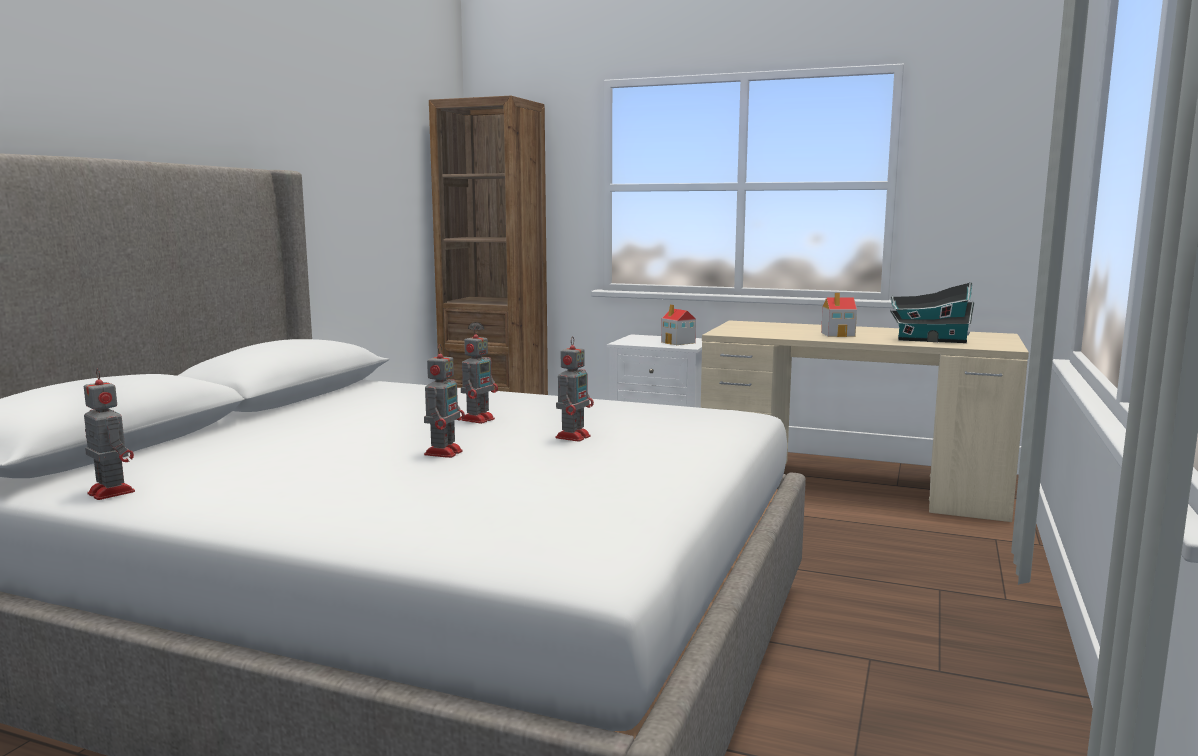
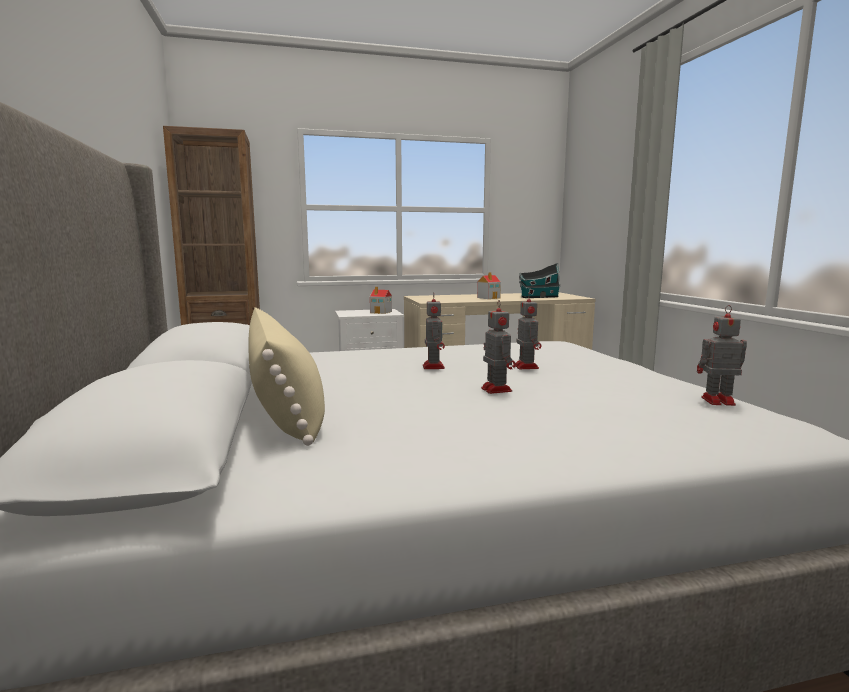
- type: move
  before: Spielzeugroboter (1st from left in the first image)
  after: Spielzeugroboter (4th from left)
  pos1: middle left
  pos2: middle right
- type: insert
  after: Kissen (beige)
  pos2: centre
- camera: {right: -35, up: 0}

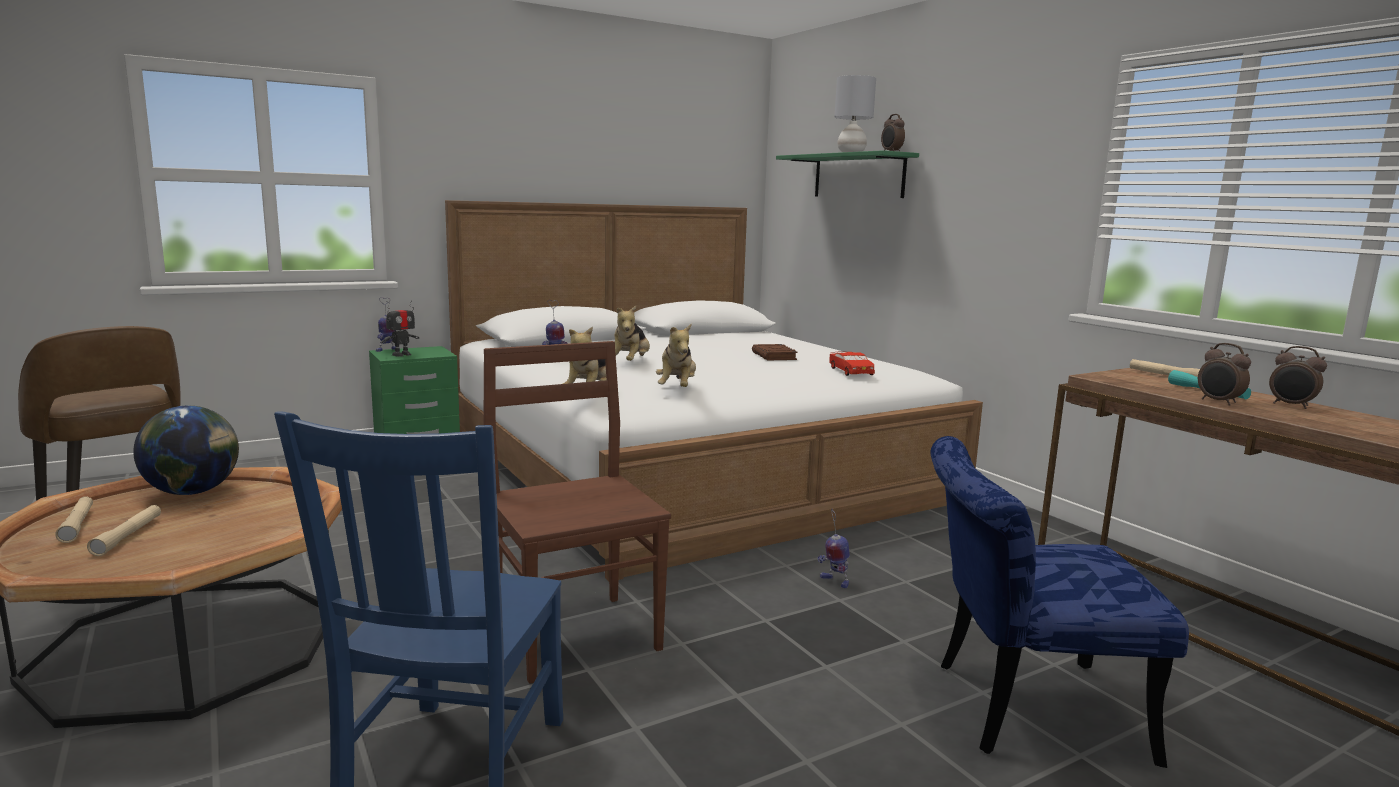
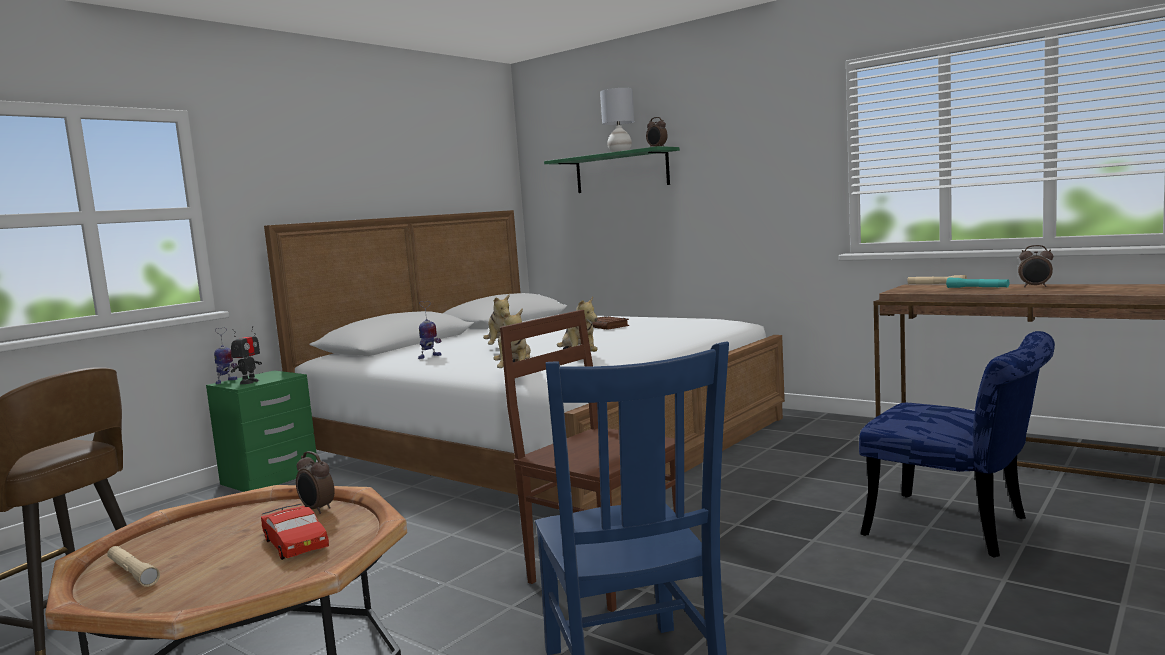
- type: delete
  before: Taschenlampe (beige) (2nd from left)
  pos1: bottom left
- type: delete
  before: Globus
  pos1: middle left
- type: delete
  before: Spielzeugroboter (4th from left)
  pos1: bottom centre
- type: move
  before: Spielzeugauto (rot)
  pos1: centre
  pos2: bottom left
- type: rotate
  before: Stuhl (blau) (2nd from left)
  pos1: bottom right
  pos2: bottom right
  turn: -120
- type: move
  before: Wecker (2nd from left in the first image)
  after: Wecker (1st from left)
  pos1: middle right
  pos2: bottom left
- camera: {right: -20, up: -5}

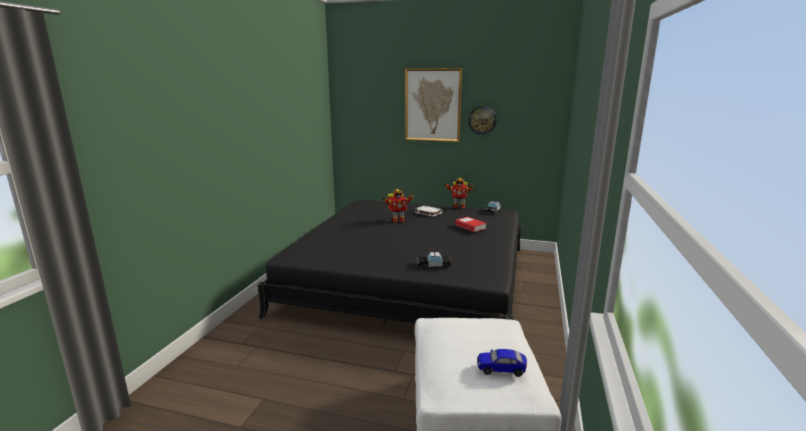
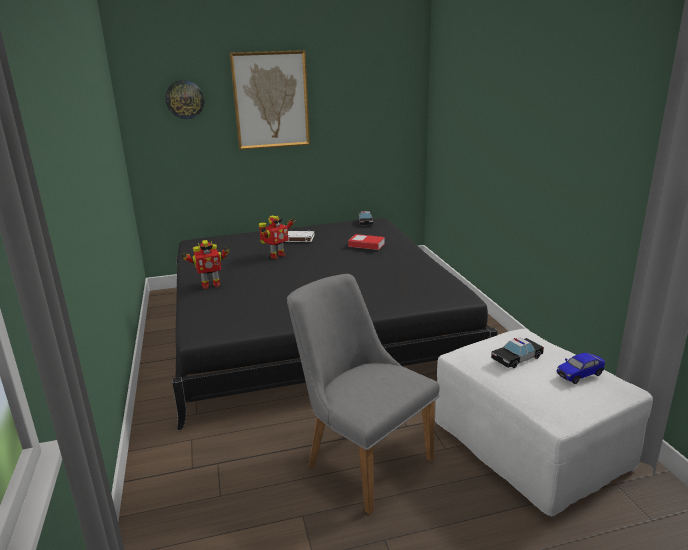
- type: move
  before: Spielzeugauto (1st from left in the first image)
  after: Spielzeugauto (2nd from left)
  pos1: centre
  pos2: middle right
- type: move
  before: Spielzeugroboter (2nd from left in the first image)
  after: Spielzeugroboter (1st from left)
  pos1: centre
  pos2: middle left
- type: move
  before: Wanduhr
  pos1: top centre
  pos2: top left
- type: insert
  after: Stuhl (grau)
  pos2: bottom centre
- camera: {right: -30, up: 5}

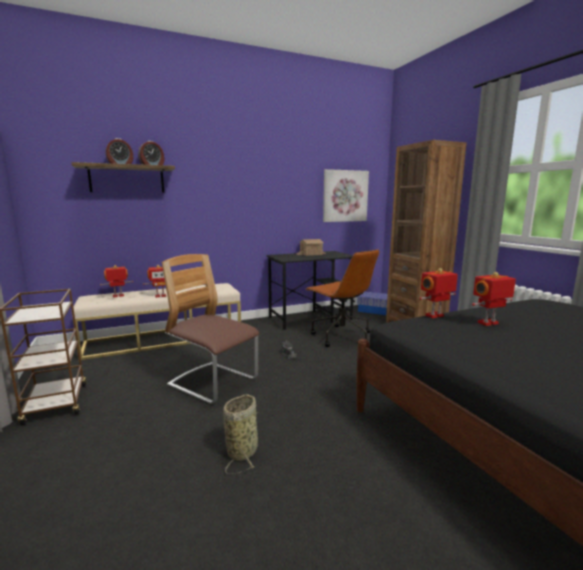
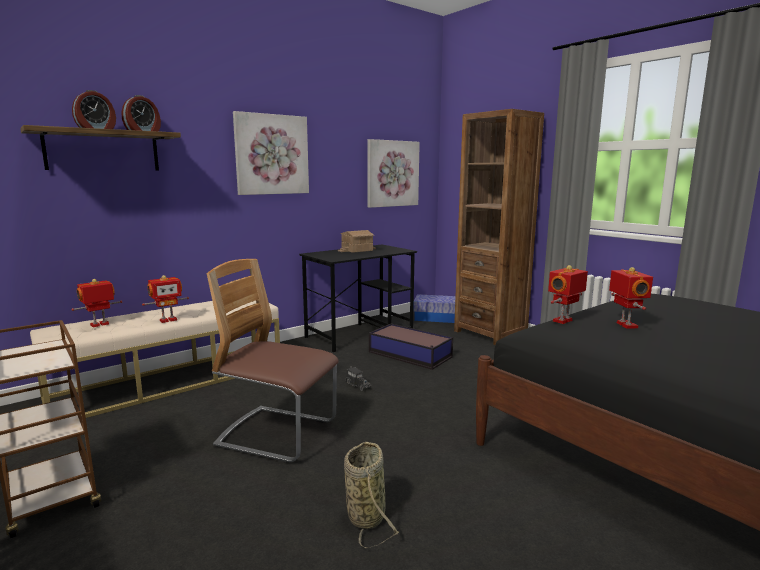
- type: replace
  before: Bürostuhl (braun)
  after: Aufbewahrungsbox (1st from left)
  pos1: centre
  pos2: centre
- type: rotate
  before: Spielzeugroboter (4th from left)
  pos1: middle right
  pos2: middle right
  turn: 120
- type: insert
  after: Bild (1st from left)
  pos2: top centre
- camera: {right: -15, up: 0}

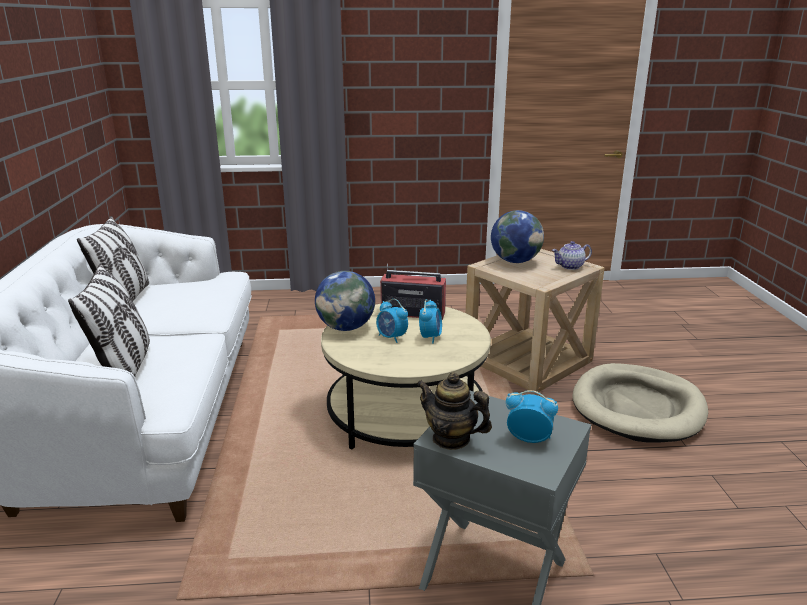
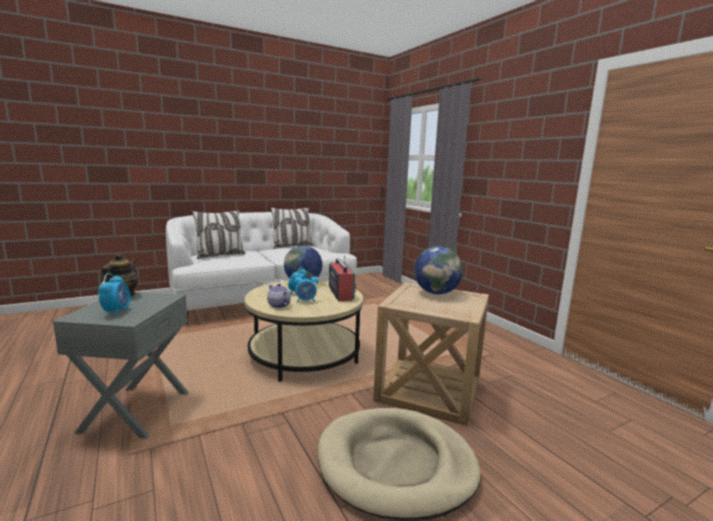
- type: move
  before: Teekanne (2nd from left)
  pos1: middle right
  pos2: centre
- camera: {right: 65, up: -10}

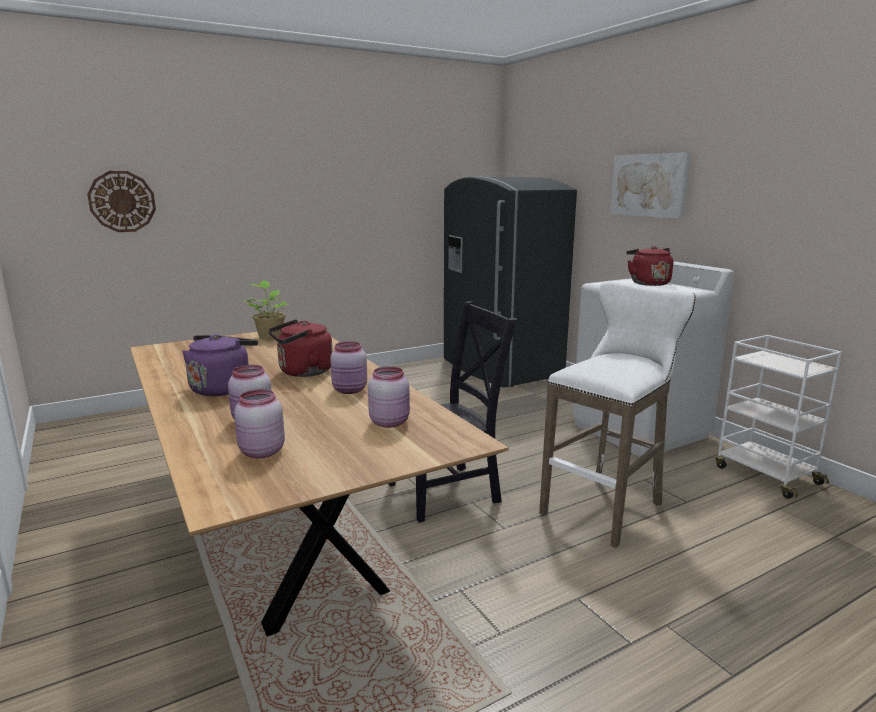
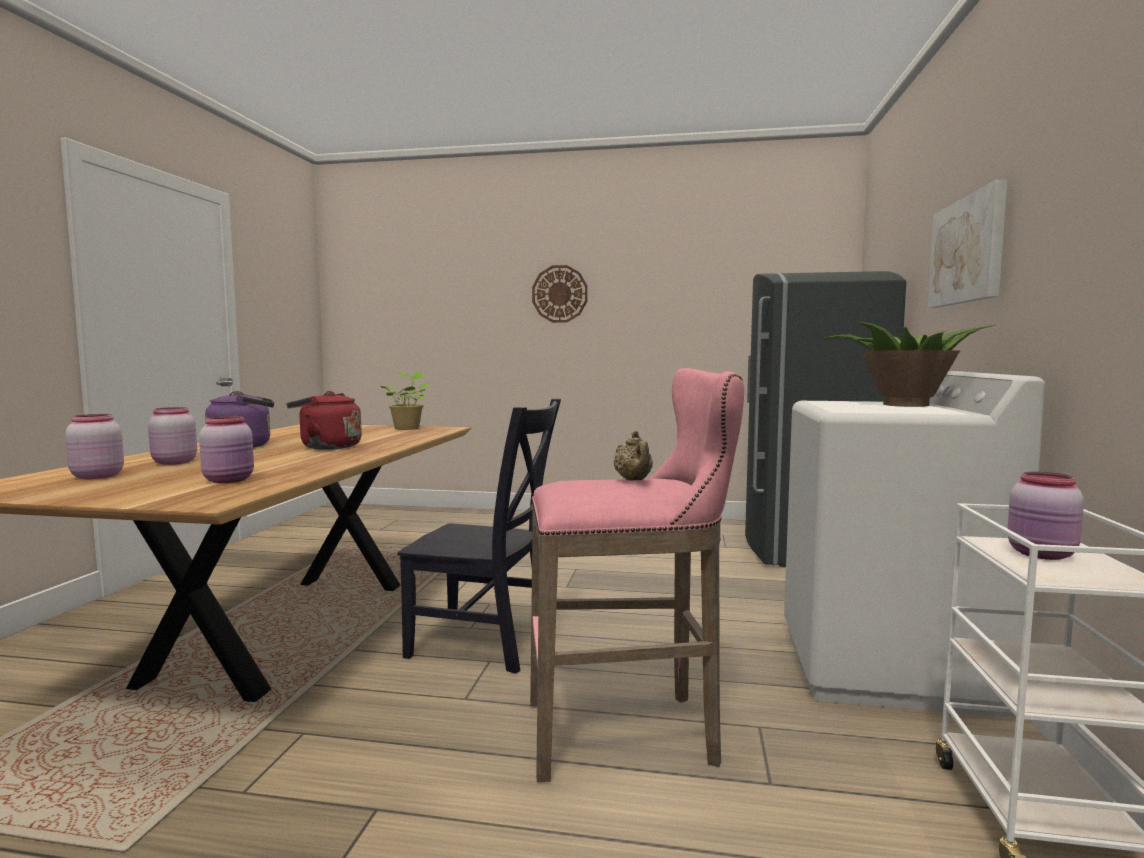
- type: move
  before: Wanduhr
  pos1: top left
  pos2: centre
- type: move
  before: Vorratsglas (rosa) (3rd from left in the first image)
  after: Vorratsglas (rosa) (4th from left)
  pos1: centre
  pos2: middle right
- type: recolor
  before: Hocker (weiß)
  after: Hocker (rosa)
  pos1: middle right
  pos2: bottom centre
- type: replace
  before: Wasserkessel (rot) (2nd from left)
  after: Topfpflanze (2nd from left)
  pos1: middle right
  pos2: middle right
- type: insert
  after: Teekanne (beige)
  pos2: centre
- camera: {right: 40, up: -10}

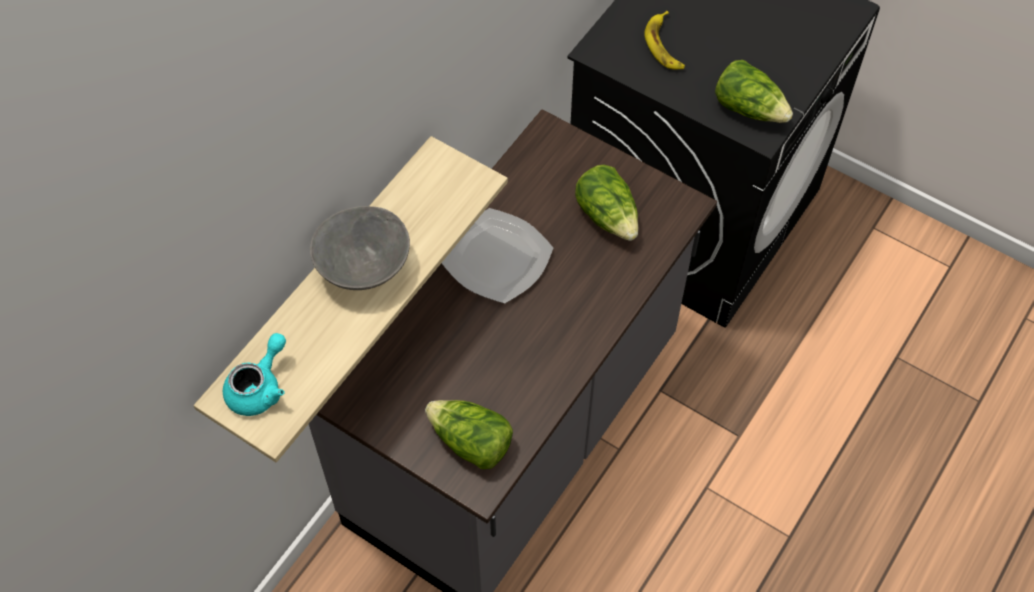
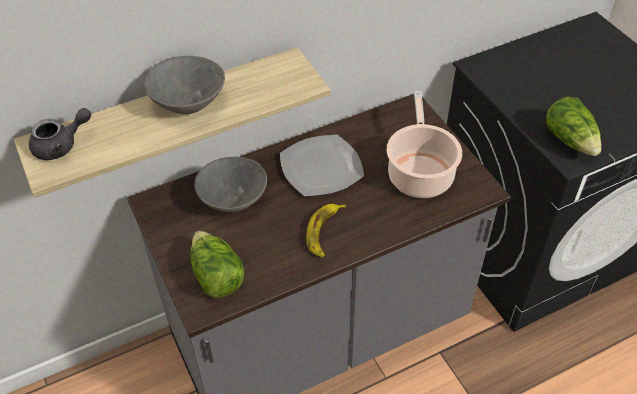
- type: recolor
  before: Teekanne (türkis)
  after: Teekanne (grau)
  pos1: middle left
  pos2: middle left
- type: replace
  before: Salatkopf (2nd from left)
  after: Kochtopf
  pos1: centre
  pos2: centre
- type: move
  before: Banane
  pos1: top centre
  pos2: centre
- type: insert
  after: Schüssel (grau) (2nd from left)
  pos2: centre
- camera: {right: 30, up: -10}

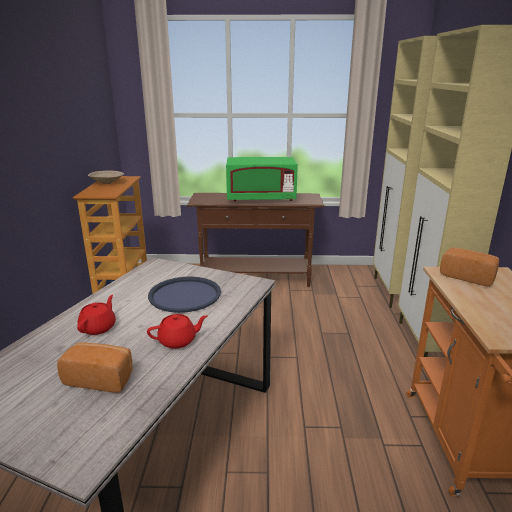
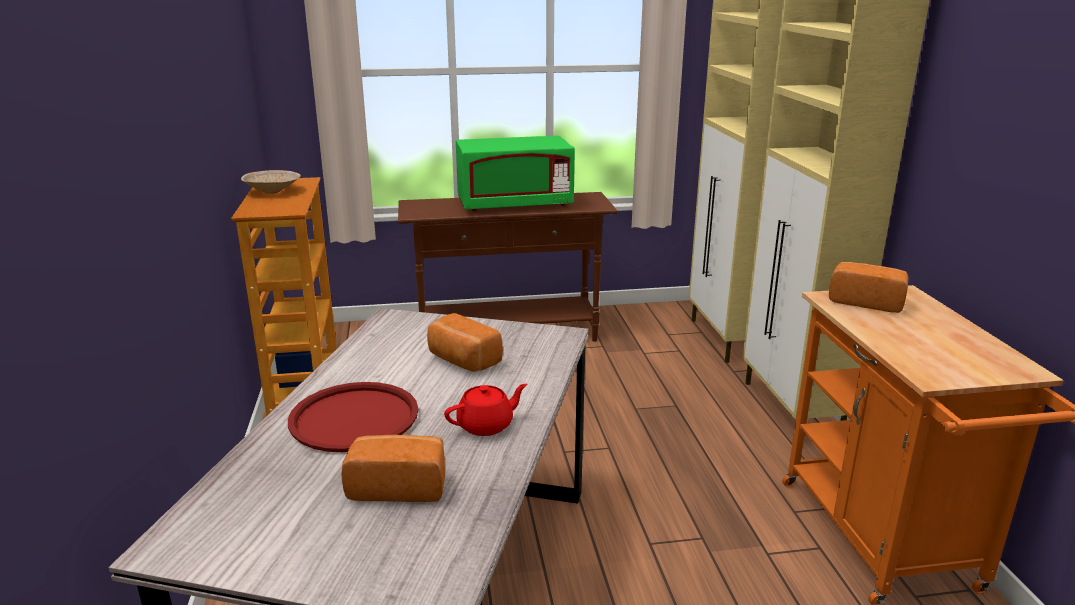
- type: replace
  before: Teekanne (rot) (1st from left)
  after: Tablett (rot)
  pos1: middle left
  pos2: bottom left
- type: replace
  before: Tablett (blau)
  after: Brot (2nd from left)
  pos1: centre
  pos2: centre
- camera: {right: -10, up: 0}

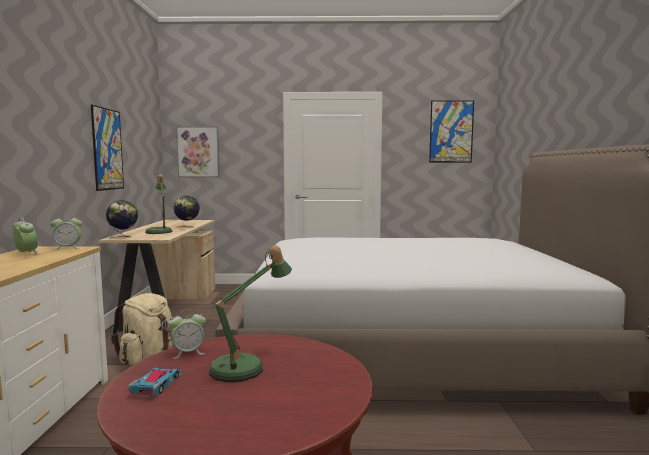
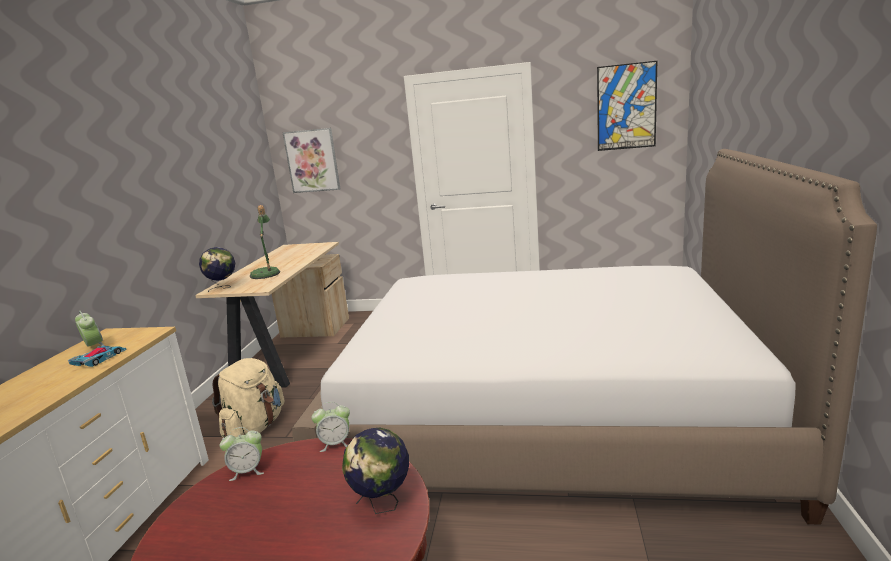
- type: move
  before: Wecker (2nd from left in the first image)
  after: Wecker (3rd from left)
  pos1: middle left
  pos2: bottom centre
- type: delete
  before: Bild (1st from left)
  pos1: top left
- type: move
  before: Spielzeugauto
  pos1: bottom left
  pos2: middle left
- type: move
  before: Globus (2nd from left)
  pos1: middle left
  pos2: bottom centre
- type: delete
  before: Tischlampe (2nd from left)
  pos1: bottom centre
- camera: {right: 10, up: 10}

